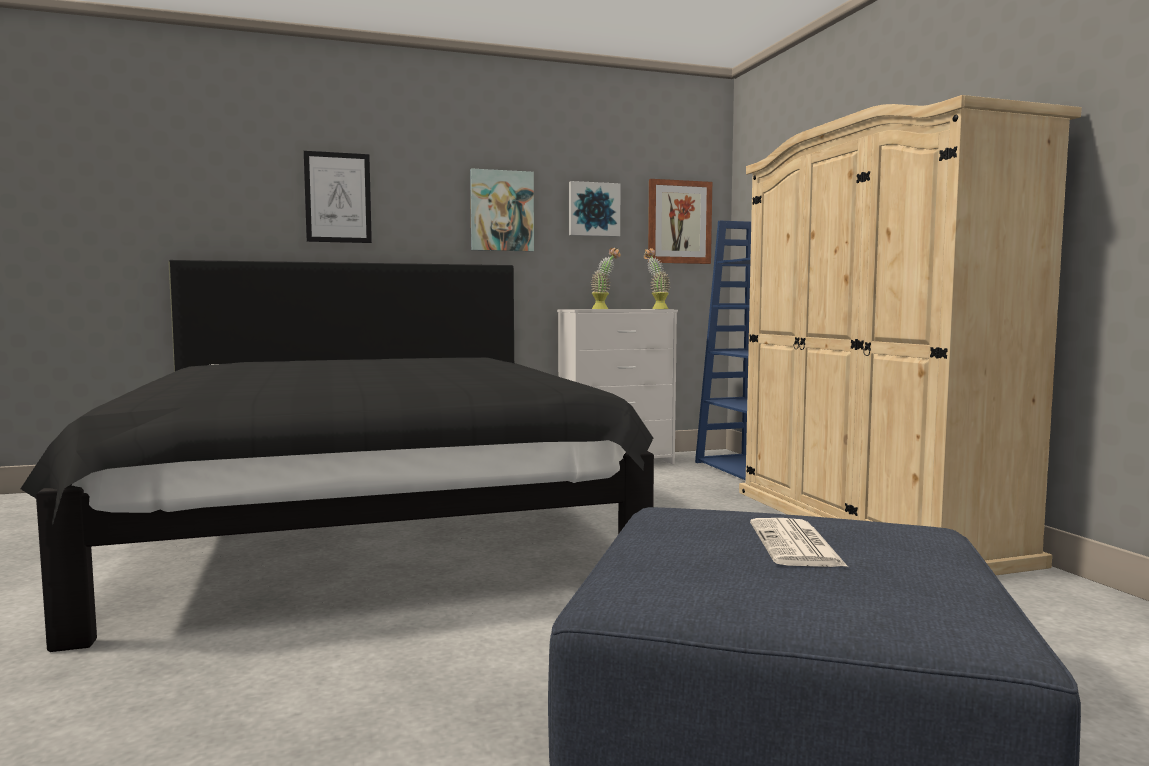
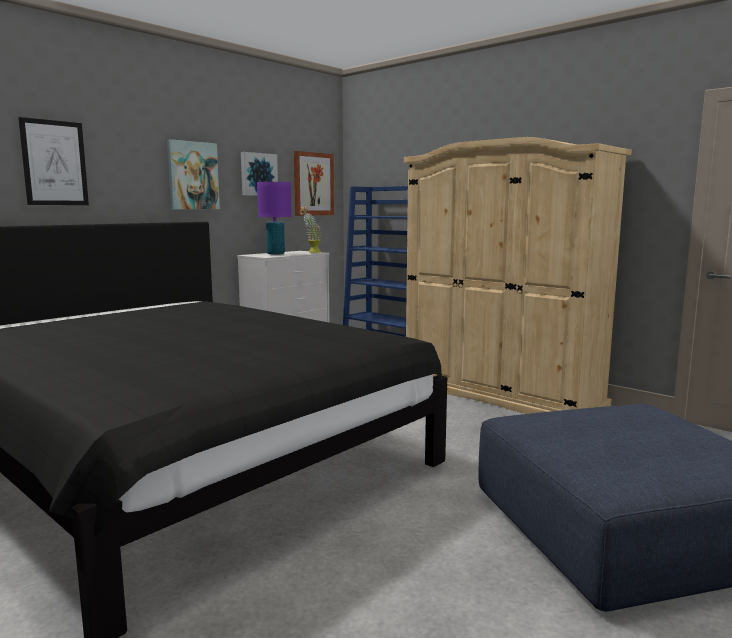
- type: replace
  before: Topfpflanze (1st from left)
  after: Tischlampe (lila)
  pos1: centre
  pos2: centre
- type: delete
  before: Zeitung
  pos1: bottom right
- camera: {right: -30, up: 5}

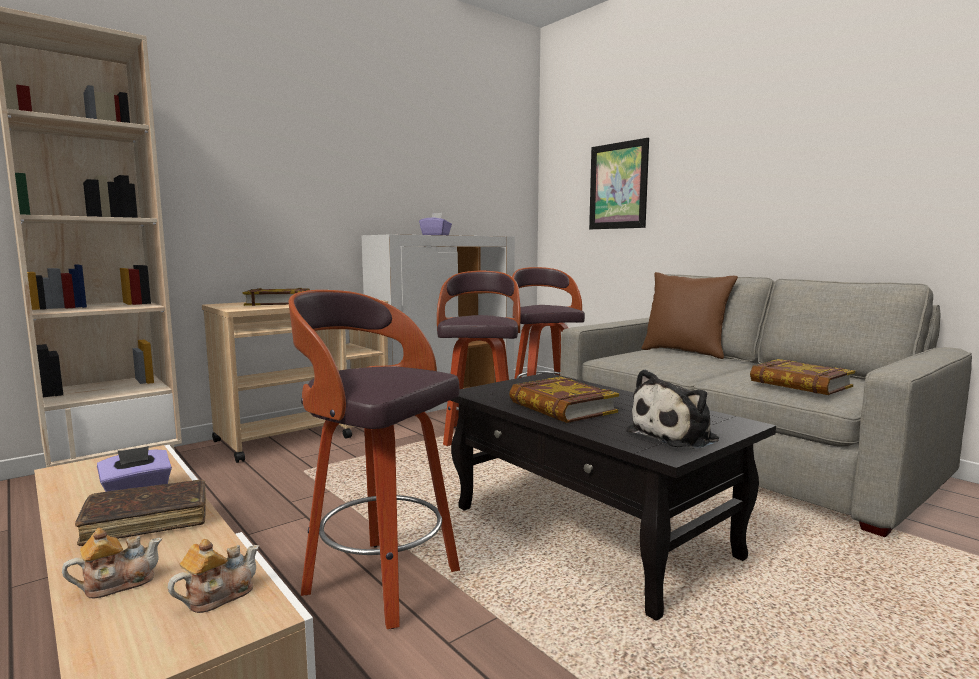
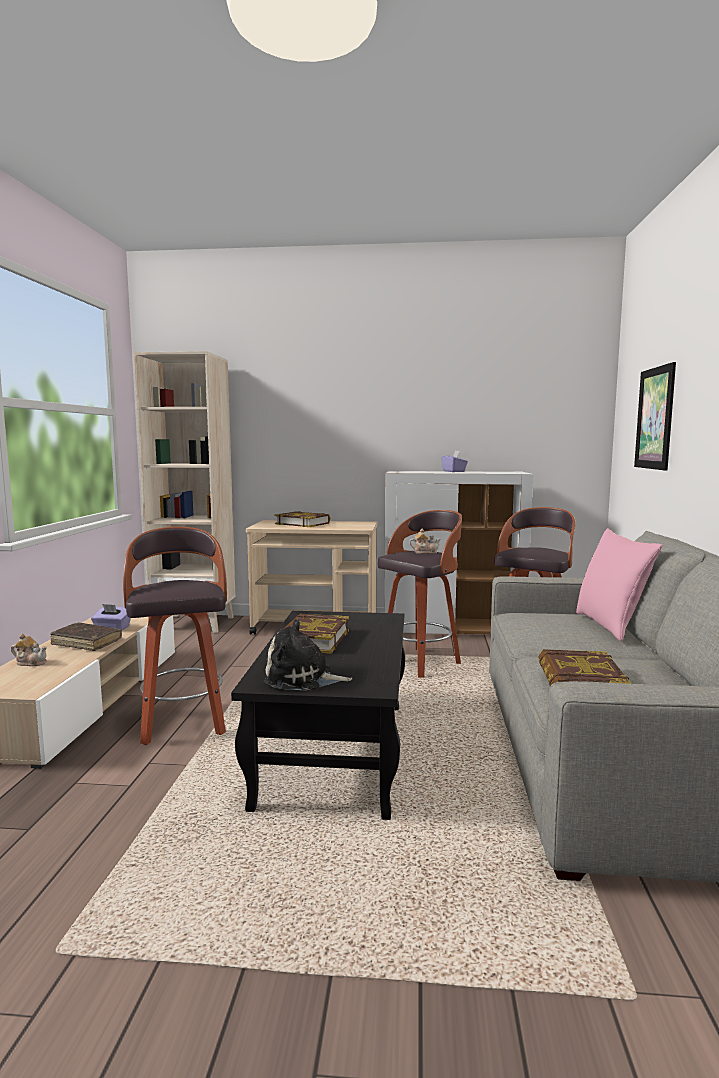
- type: move
  before: Teekanne (2nd from left)
  pos1: bottom left
  pos2: centre
- type: recolor
  before: Kissen (braun)
  after: Kissen (rosa)
  pos1: middle right
  pos2: middle right
- camera: {right: 45, up: 0}

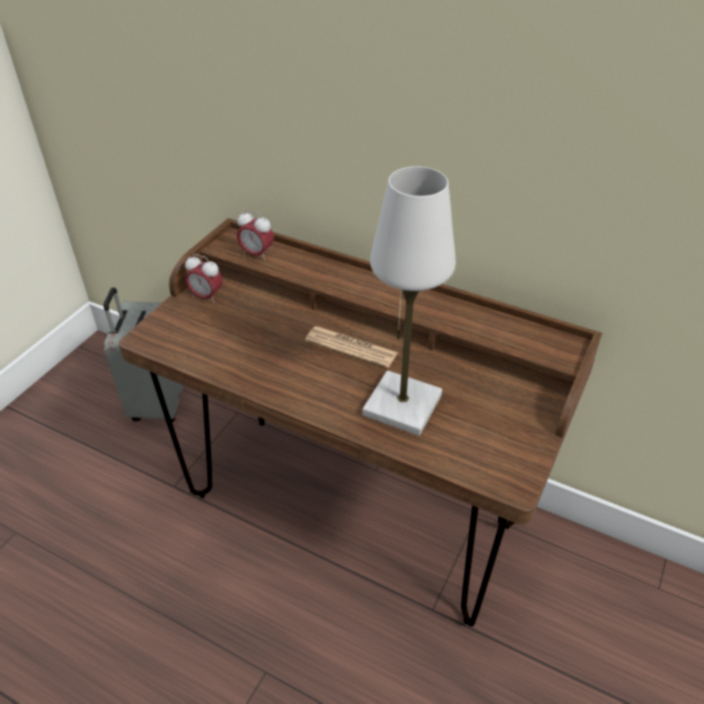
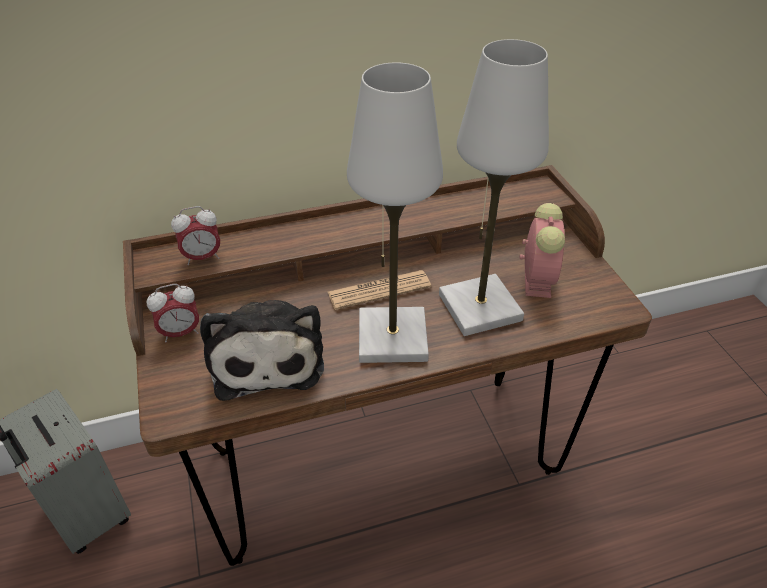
- type: insert
  after: Plüschtier
  pos2: centre
- type: insert
  after: Tischlampe (weiß) (1st from left)
  pos2: centre
- type: insert
  after: Wecker (3rd from left)
  pos2: middle right
- camera: {right: -45, up: 0}

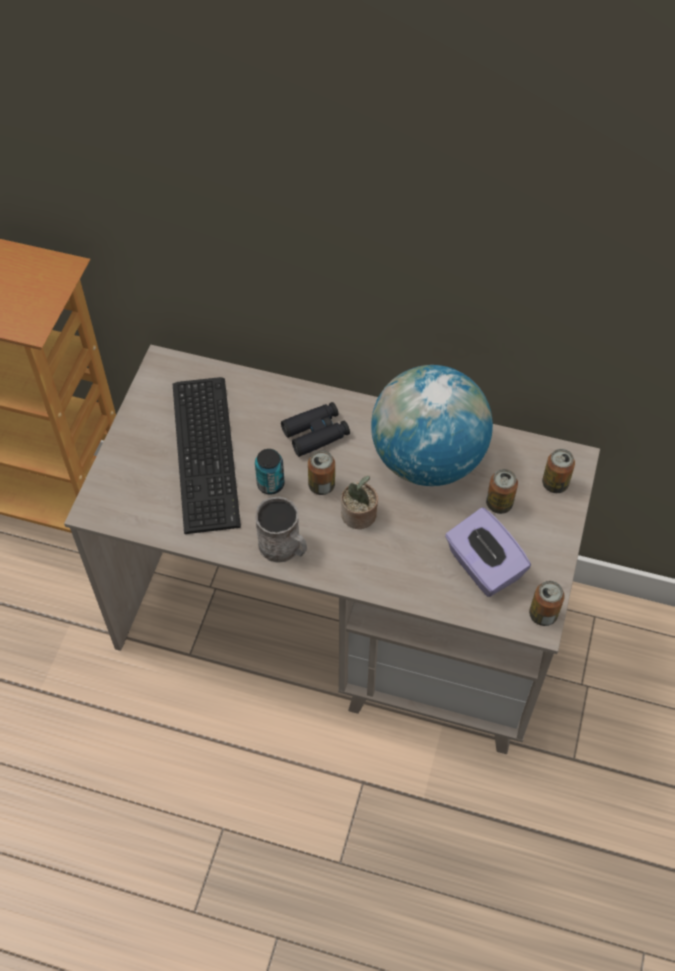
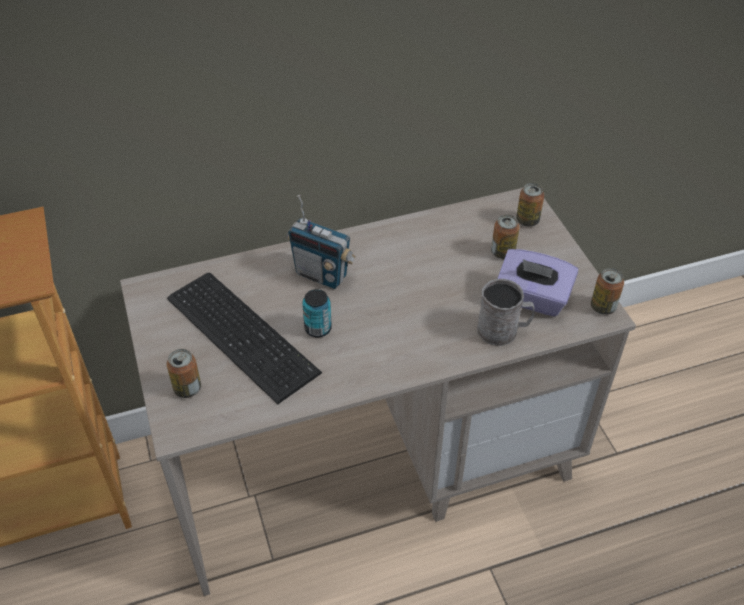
- type: move
  before: Henkelbecher (grau)
  pos1: centre
  pos2: middle right
- type: replace
  before: Fernglas (schwarz)
  after: Radio
  pos1: centre
  pos2: centre
- type: move
  before: Dose (2nd from left in the first image)
  after: Dose (1st from left)
  pos1: centre
  pos2: middle left
- type: delete
  before: Topfpflanze
  pos1: centre
- type: delete
  before: Globus
  pos1: centre
- camera: {right: -35, up: -10}

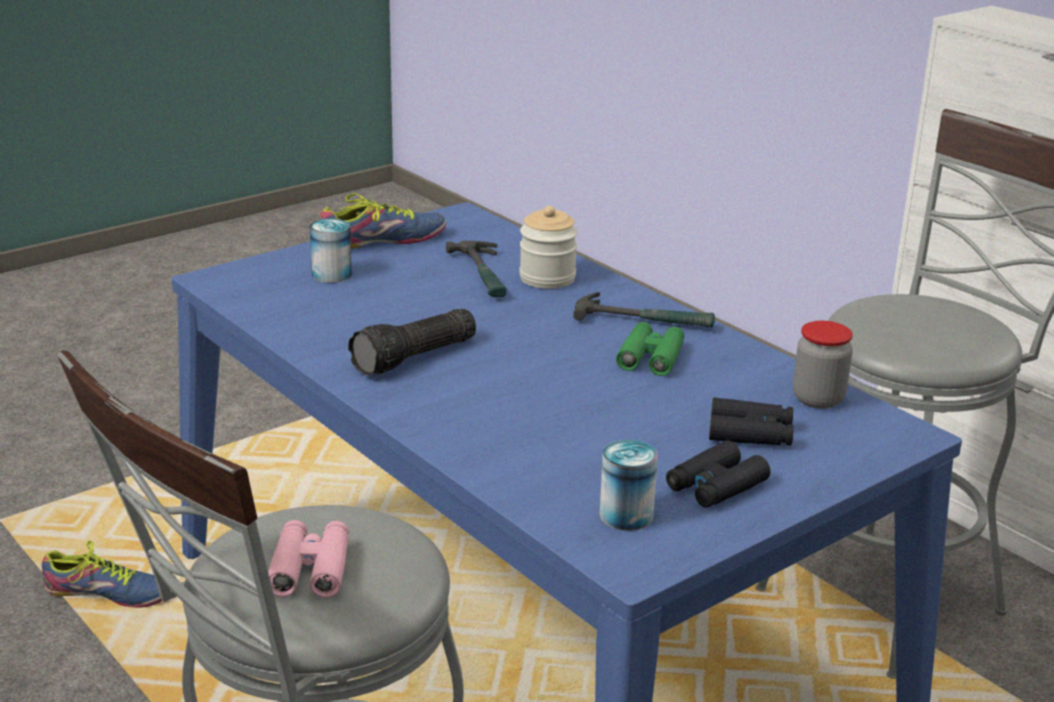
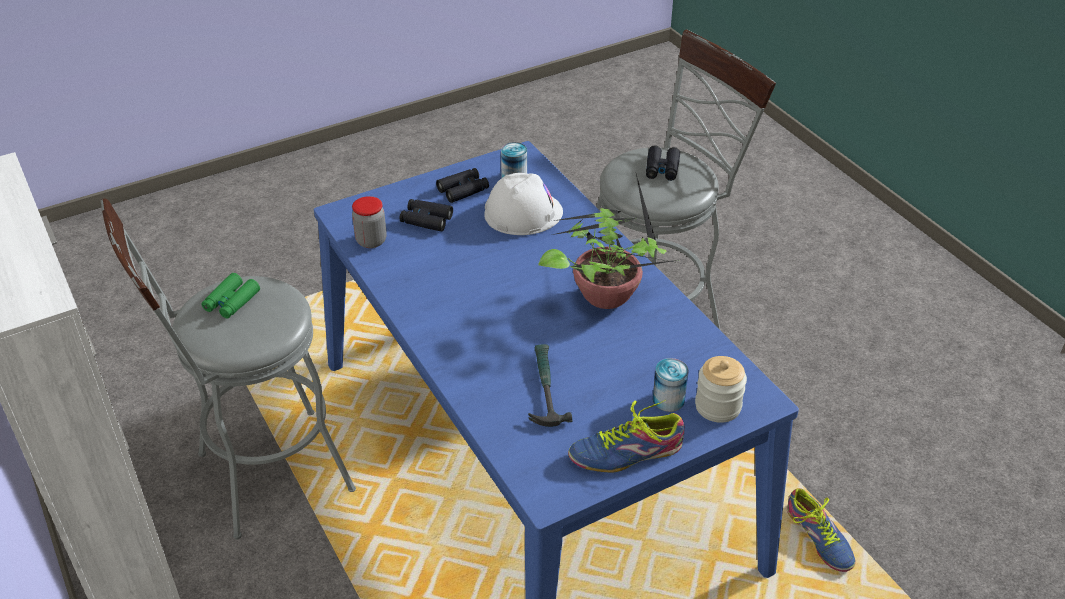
- type: rotate
  before: Schuh (1st from left in the first image)
  pos1: bottom left
  pos2: bottom right
  turn: -135
- type: recolor
  before: Fernglas (rosa)
  after: Fernglas (schwarz) (3rd from left)
  pos1: bottom left
  pos2: top centre
- type: replace
  before: Taschenlampe
  after: Topfpflanze
  pos1: centre
  pos2: centre
- type: move
  before: Vorratsglas (1st from left in the first image)
  after: Vorratsglas (2nd from left)
  pos1: centre
  pos2: middle right
- type: delete
  before: Hammer (2nd from left)
  pos1: centre
- type: move
  before: Fernglas (grün)
  pos1: centre
  pos2: middle left
- type: insert
  after: Schutzhelm (weiß)
  pos2: centre
- camera: {right: -170, up: 15}

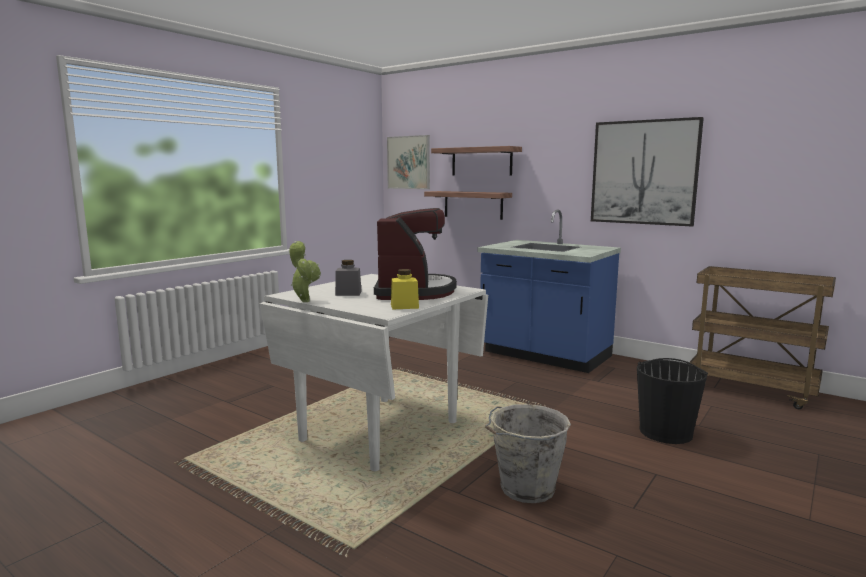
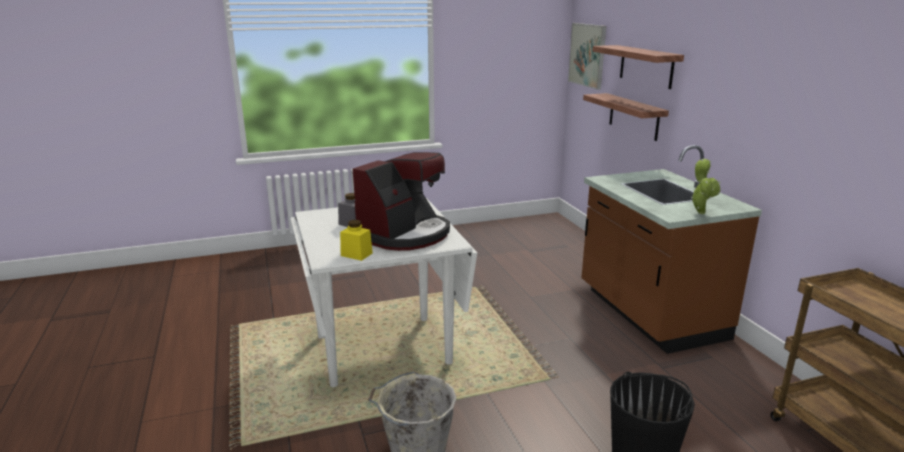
- type: move
  before: Topfpflanze
  pos1: centre
  pos2: middle right
- type: recolor
  before: Küchenzeile (blau)
  after: Küchenzeile (braun)
  pos1: centre
  pos2: middle right
- type: delete
  before: Bild (2nd from left)
  pos1: top right
- camera: {right: 35, up: 10}

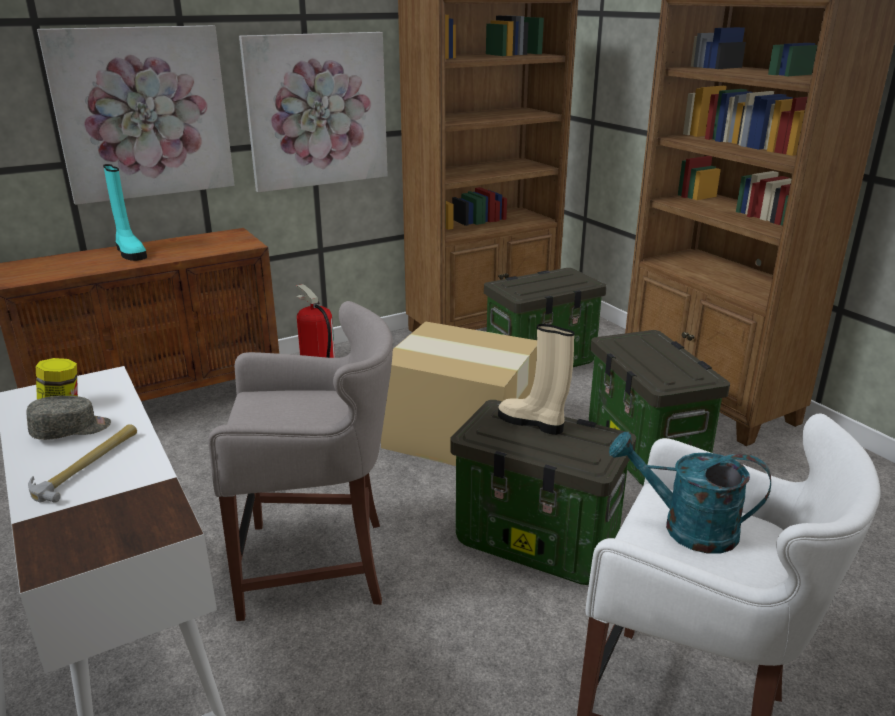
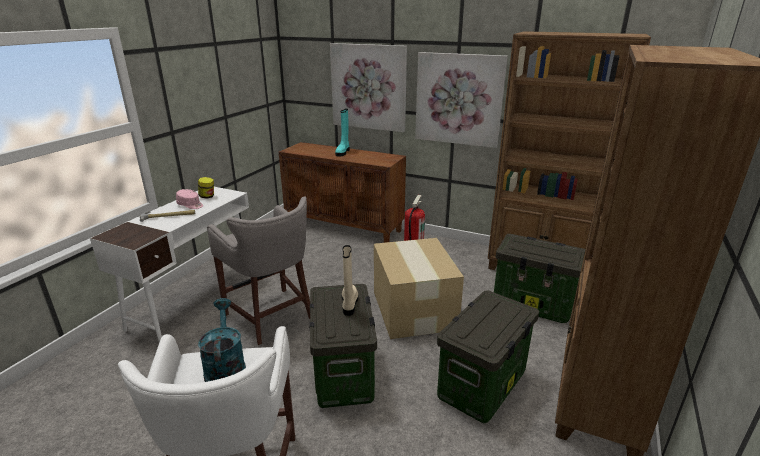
- type: recolor
  before: Kappe (grau)
  after: Kappe (rosa)
  pos1: middle left
  pos2: middle left
- camera: {right: 55, up: 0}

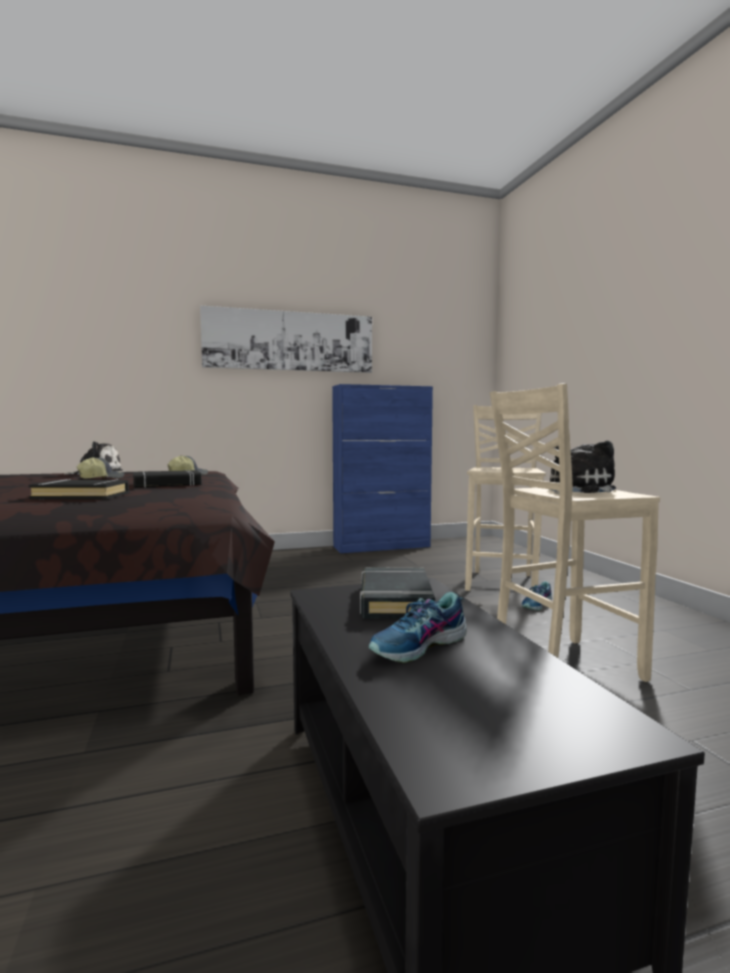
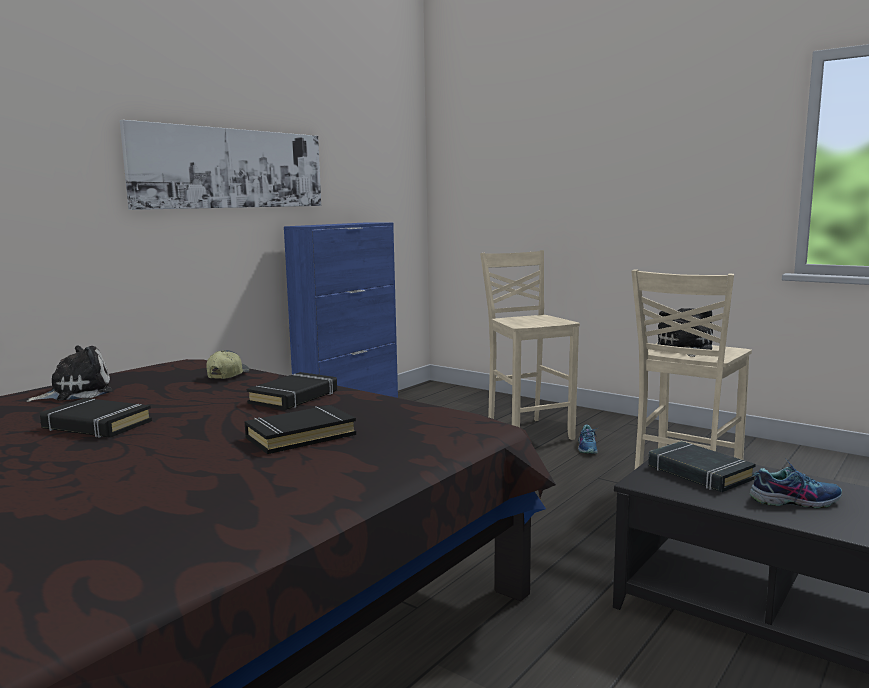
- type: delete
  before: Kappe (1st from left)
  pos1: middle left
- type: rotate
  before: Schuh (1st from left in the first image)
  pos1: centre
  pos2: bottom right
  turn: -105
- type: insert
  after: Buch (schwarz) (1st from left)
  pos2: middle left
- camera: {right: -35, up: 5}

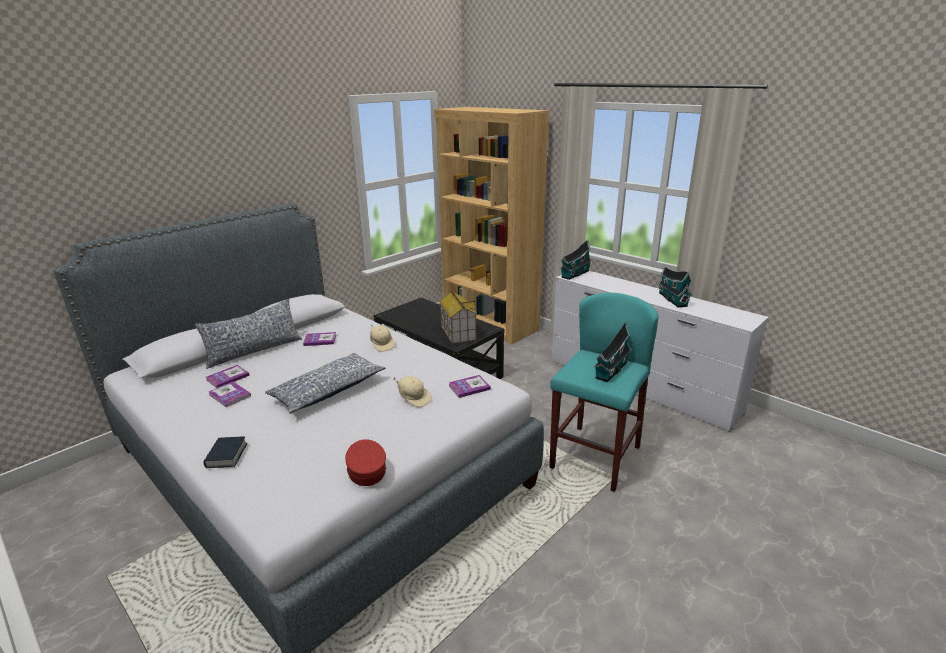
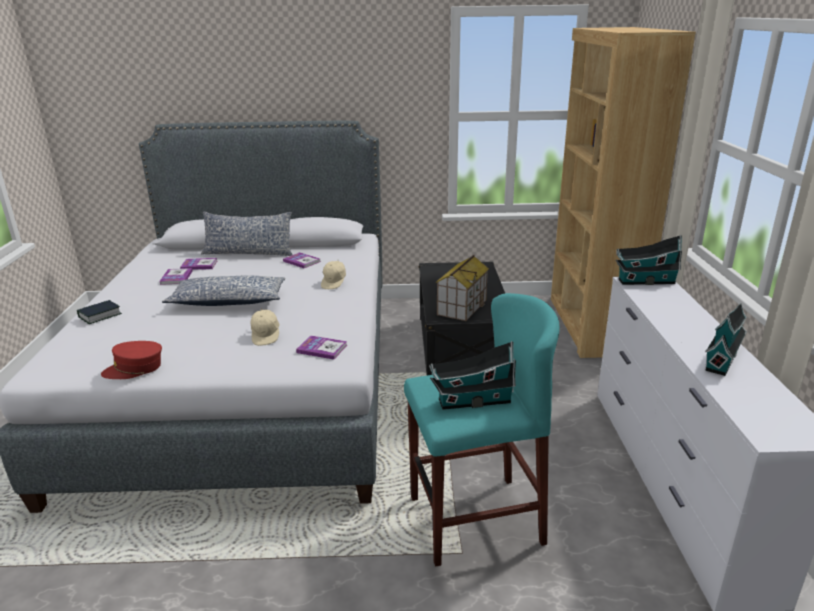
- type: rotate
  before: Kappe (rot)
  pos1: bottom centre
  pos2: middle left
  turn: -135
- camera: {right: 45, up: 0}

